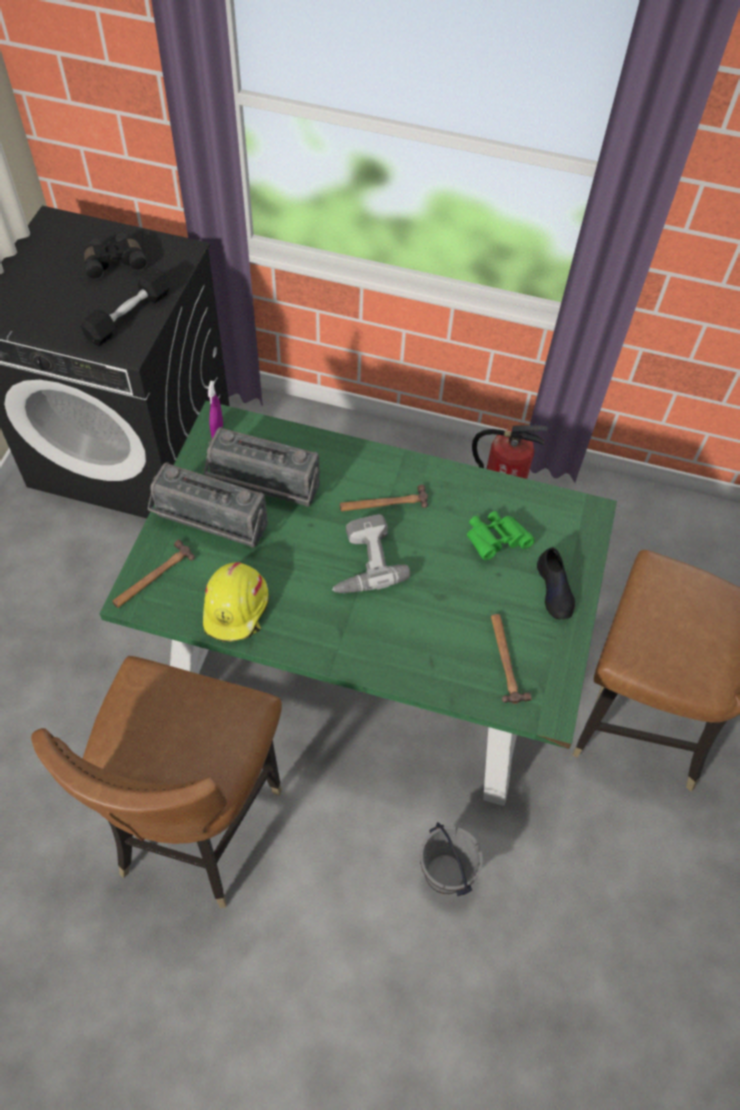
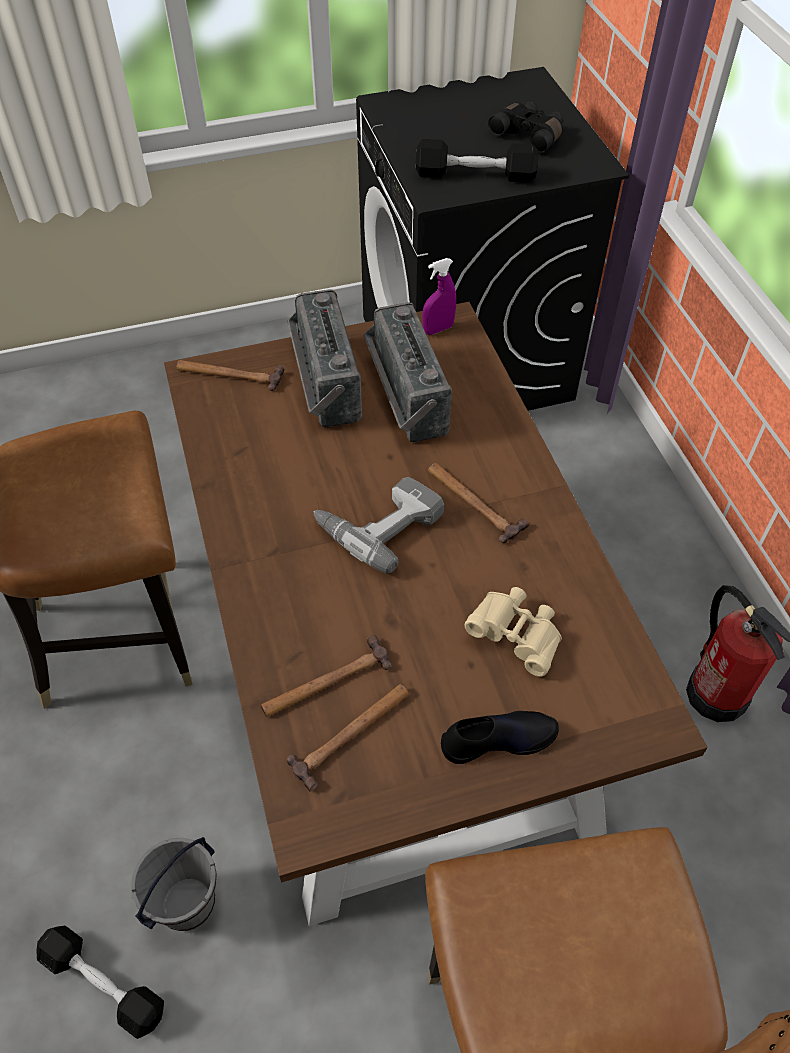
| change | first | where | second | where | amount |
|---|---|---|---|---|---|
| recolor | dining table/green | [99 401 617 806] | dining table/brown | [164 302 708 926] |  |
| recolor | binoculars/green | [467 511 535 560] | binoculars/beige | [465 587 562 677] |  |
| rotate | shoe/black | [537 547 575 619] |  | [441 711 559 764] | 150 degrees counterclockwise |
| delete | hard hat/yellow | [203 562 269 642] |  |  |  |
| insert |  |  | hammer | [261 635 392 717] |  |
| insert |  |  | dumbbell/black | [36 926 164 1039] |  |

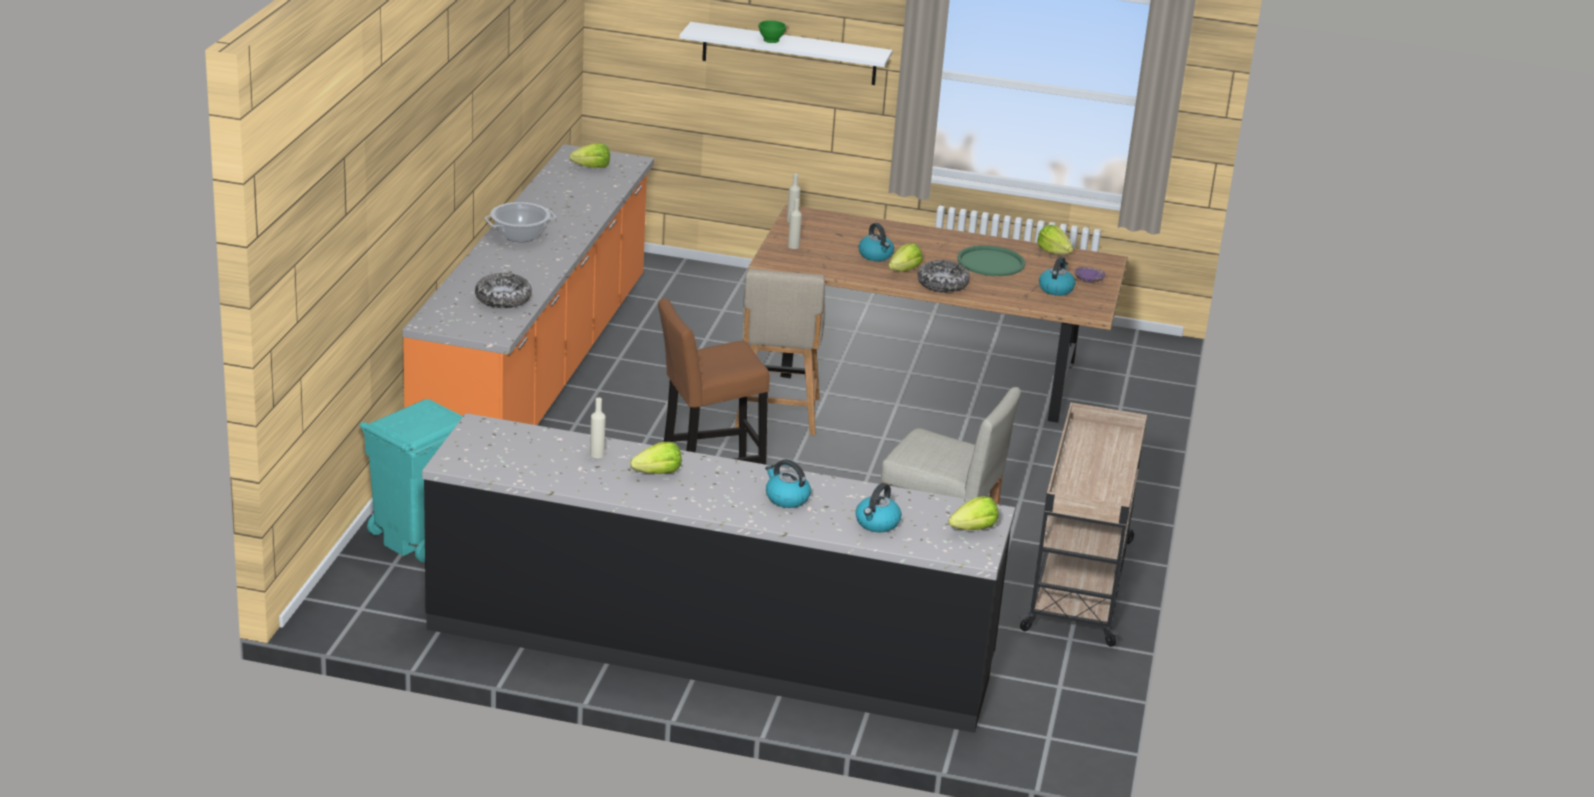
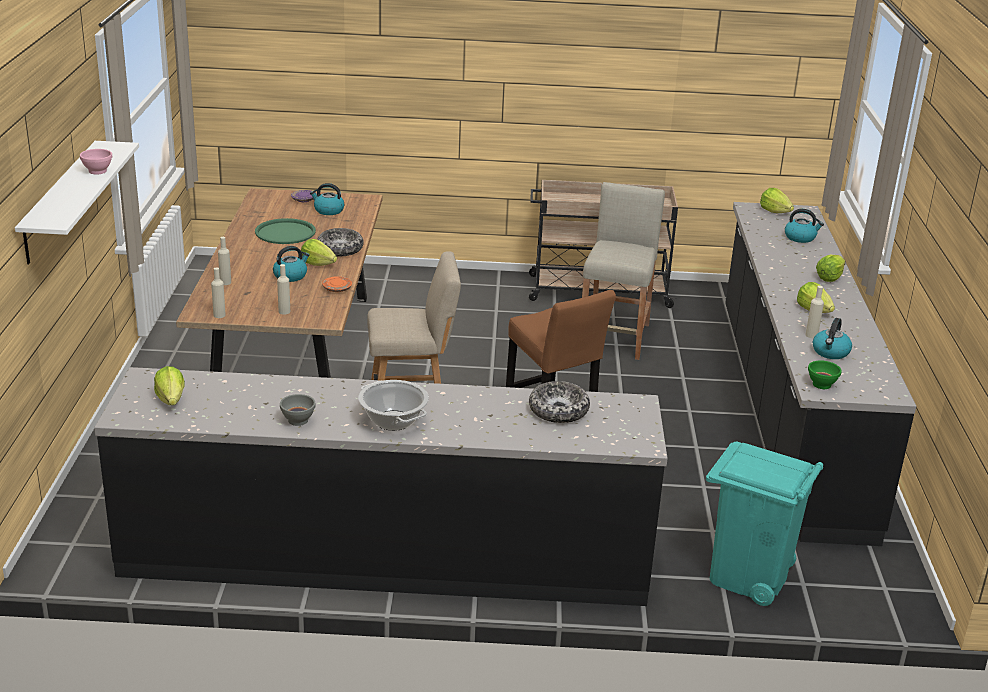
| change | first | where | second | where | amount |
|---|---|---|---|---|---|
| move | bowl/green | [758 20 786 43] |  | [808 360 842 389] |  |
| recolor | counter/orange | [403 144 654 425] | counter/black | [94 367 668 606] |  |
| move | lettuce | [1037 225 1073 254] |  | [816 255 845 282] |  |
| move | kettle | [765 459 811 508] |  | [813 318 852 359] |  |
| insert |  |  | bowl/pink | [80 149 112 174] |  |
| insert |  |  | bottle/beige | [218 237 231 285] |  |
| insert |  |  | plate/orange | [322 276 352 292] |  |
| insert |  |  | bowl/grey | [280 394 316 426] |  |

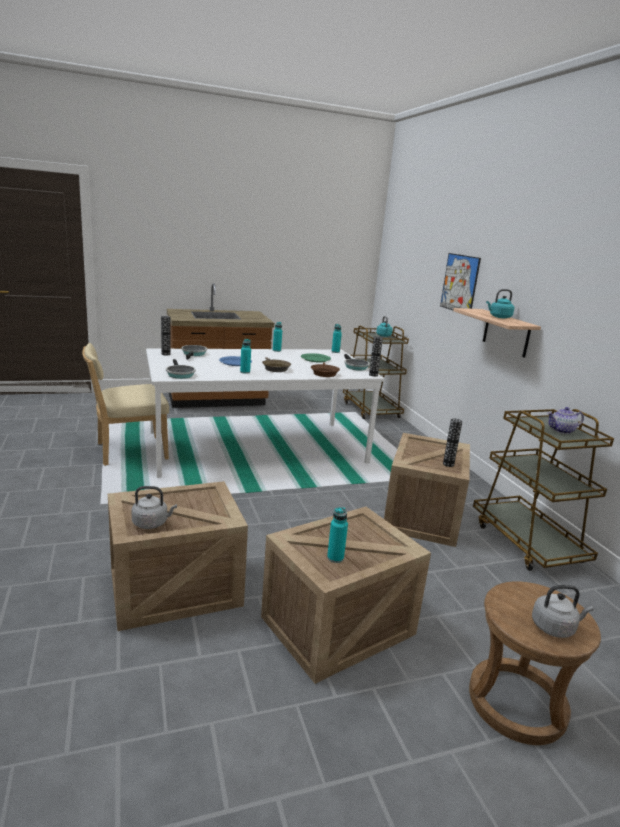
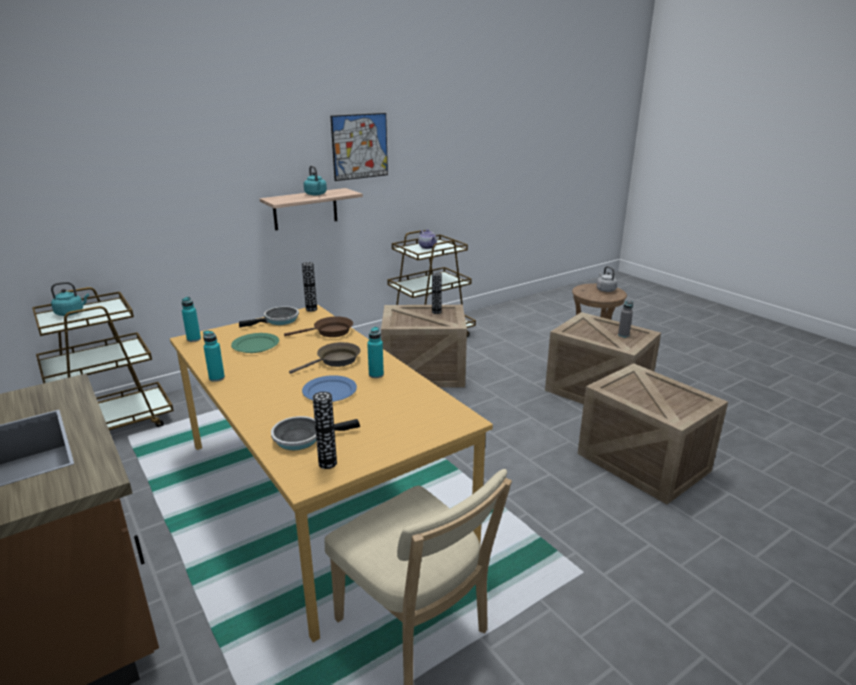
| change | first | where | second | where | amount |
|---|---|---|---|---|---|
| move | picture | [440 253 481 310] |  | [331 113 388 181] |  |
| recolor | dining table/white | [146 348 385 478] | dining table/orange | [170 305 493 642] |  |
| delete | frying pan | [166 359 196 379] |  |  |  |
| delete | kettle/grey | [132 486 177 529] |  |  |  |
| recolor | bottle/turquoise | [327 507 348 563] | bottle/grey | [618 301 633 337] |  |

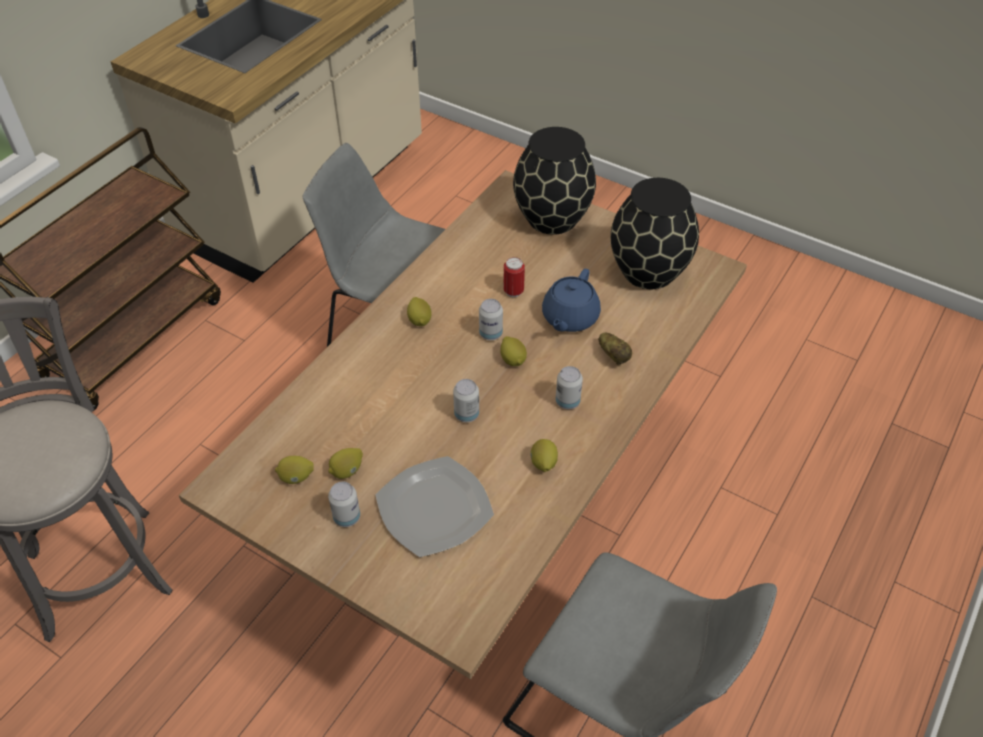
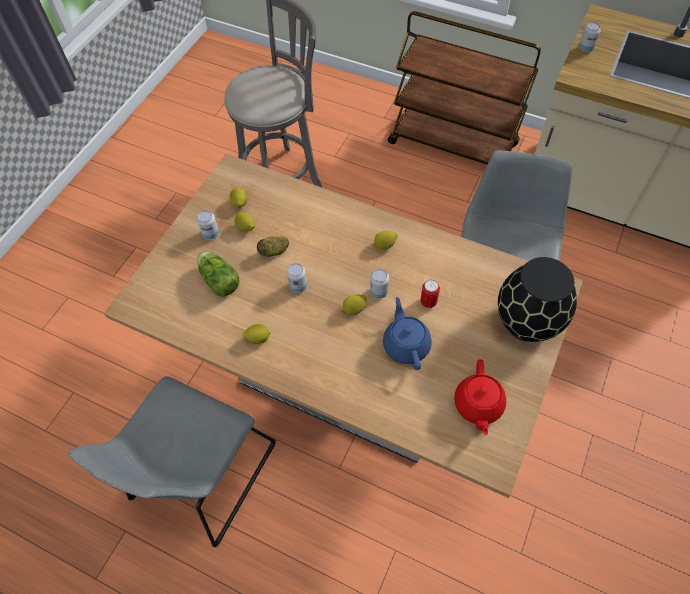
| change | first | where | second | where | amount |
|---|---|---|---|---|---|
| replace | vase/black | [611 178 699 289] | teapot/red | [454 359 506 435] |  |
| rotate | teapot/blue | [542 269 601 332] |  | [383 297 432 370] | 60 degrees clockwise |
| move | potato | [598 332 632 365] |  | [257 236 289 257] |  |
| move | can | [556 366 583 409] |  | [579 22 601 52] |  |
| replace | plate | [375 456 494 557] | lettuce | [197 252 240 297] |  |

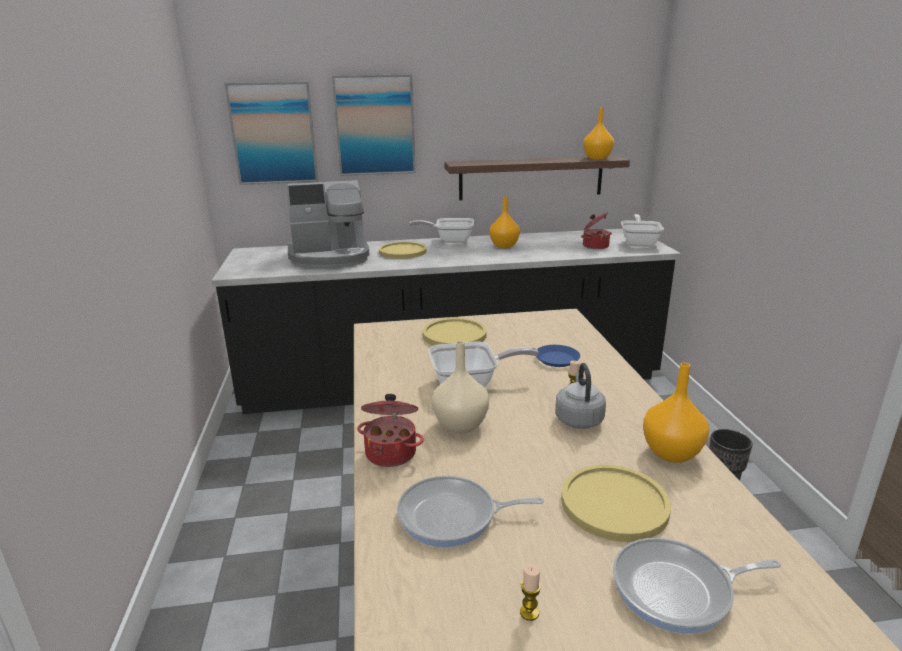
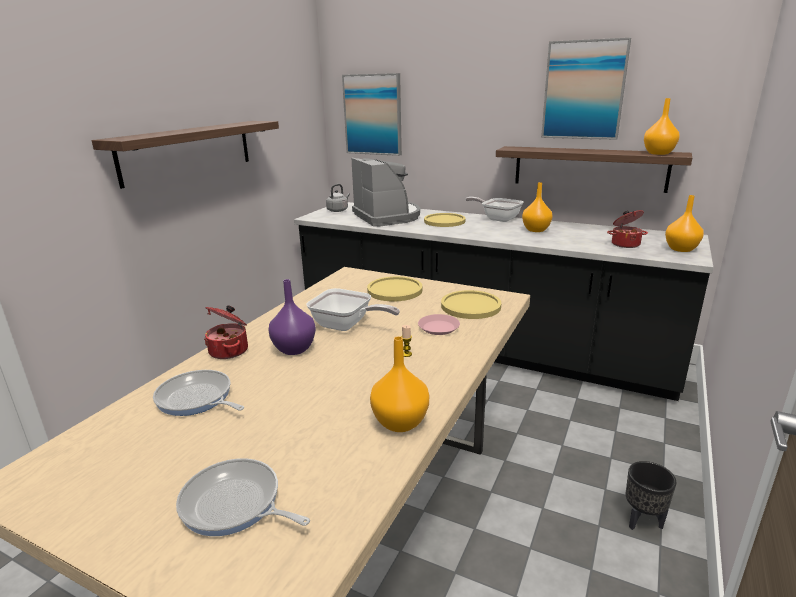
| change | first | where | second | where | amount |
|---|---|---|---|---|---|
| move | picture | [332 74 416 176] |  | [541 38 631 140] |  |
| rotate | coffee machine | [287 180 369 268] |  | [352 158 420 227] | 135 degrees counterclockwise |
| replace | frying pan | [621 214 664 247] | vase/orange | [665 195 704 252] |  |
| recolor | vase/beige | [432 341 489 433] | vase/purple | [269 279 316 355] |  |
| recolor | plate/blue | [536 345 580 367] | plate/pink | [418 314 460 335] |  |
| move | kettle/grey | [555 363 606 429] |  | [326 184 350 212] |  |
| move | plate/yellow | [561 465 671 542] |  | [441 290 501 319] |  |
| delete | candle | [520 564 541 621] |  |  |  |
| insert |  |  | shelf | [92 121 279 189] |  |

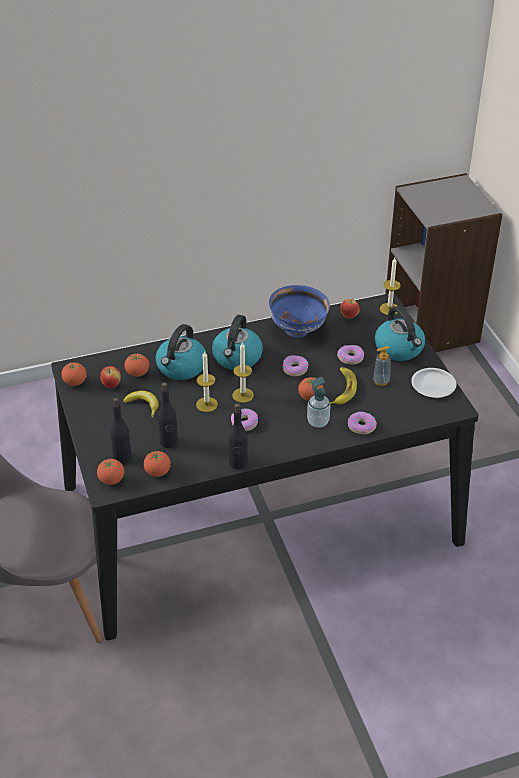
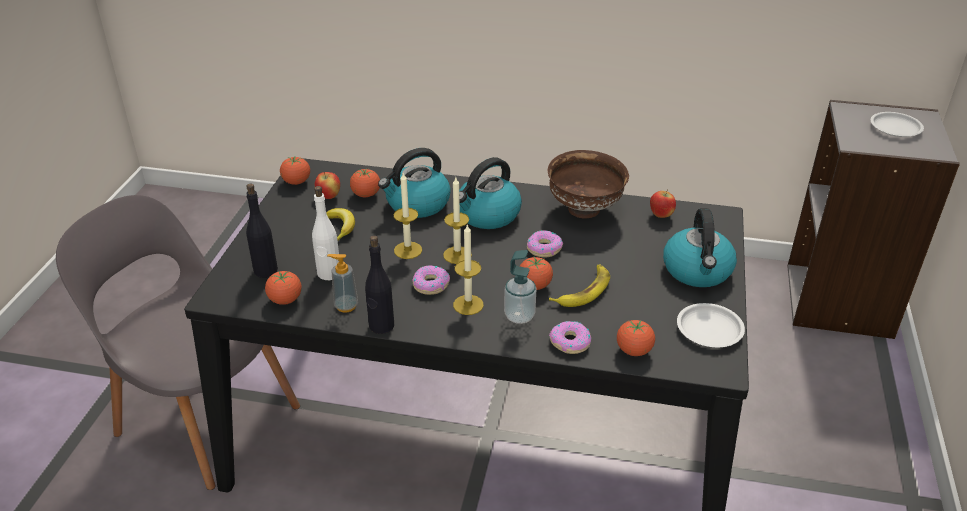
| change | first | where | second | where | amount |
|---|---|---|---|---|---|
| move | candle | [380 257 401 315] |  | [453 223 484 315] |  |
| recolor | bowl/blue | [269 285 330 338] | bowl/brown | [548 150 629 218] |  |
| delete | donut | [337 345 364 364] |  |  |  |
| move | soap dispenser | [373 346 391 386] |  | [327 254 358 313] |  |
| recolor | bottle/black | [158 382 178 448] | bottle/white | [312 186 339 280] |  |
| move | tomato | [97 459 124 485] |  | [617 320 655 356] |  |
| insert |  |  | plate/white | [871 112 924 137] |  |

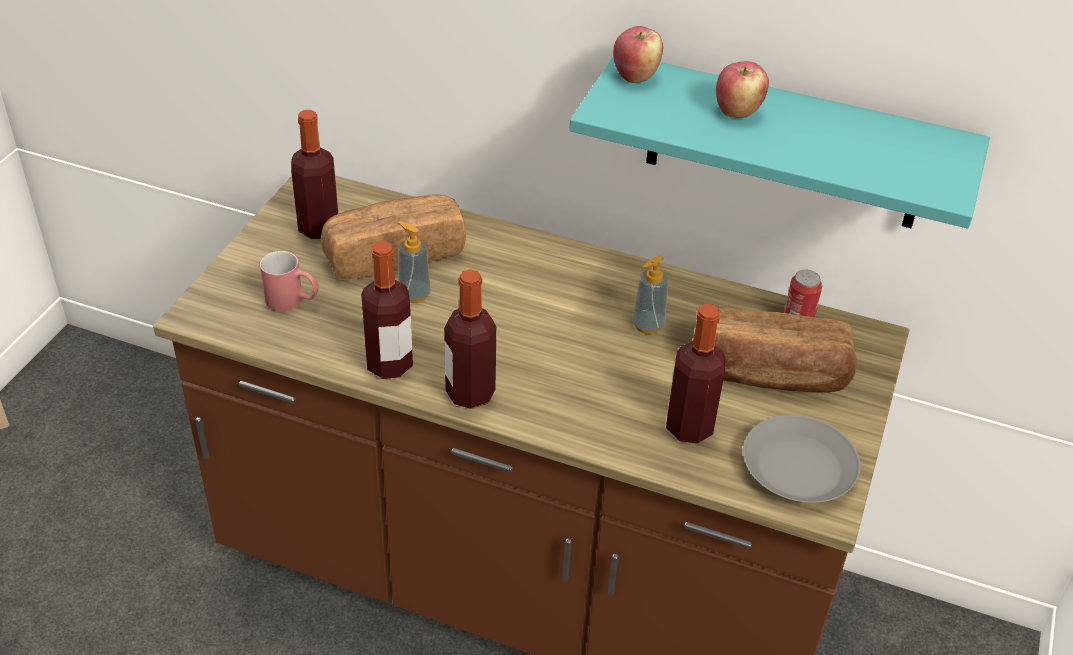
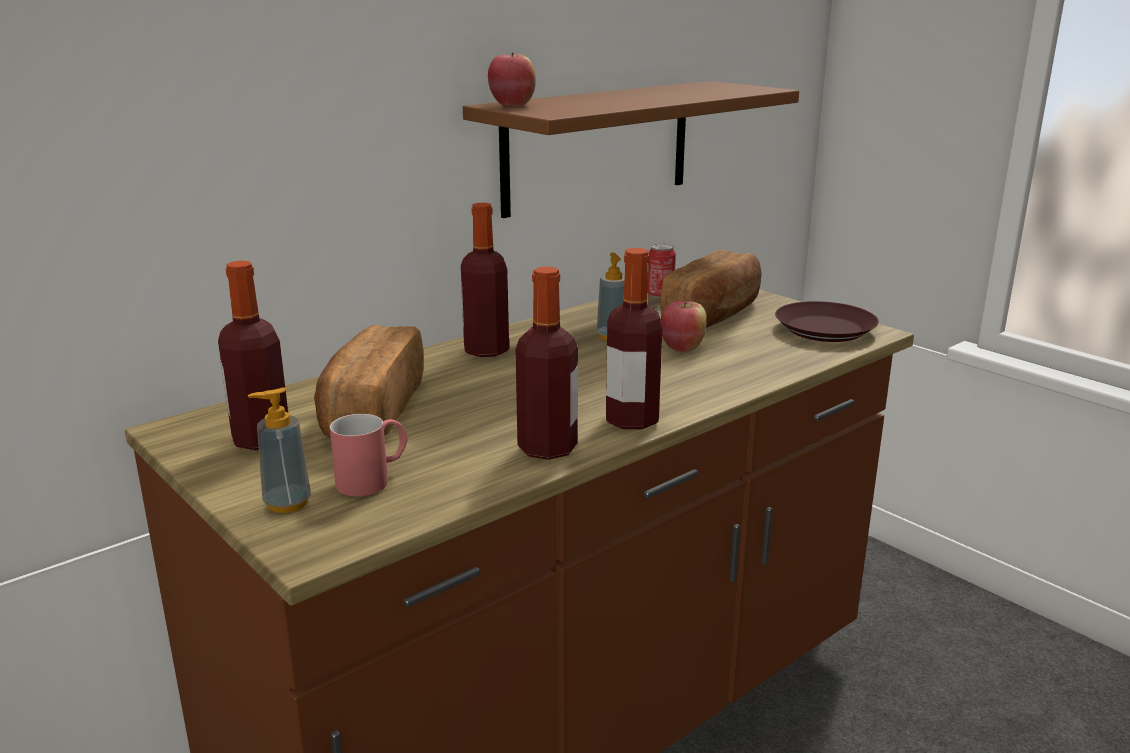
| change | first | where | second | where | amount |
|---|---|---|---|---|---|
| recolor | shelf/turquoise | [569 57 990 228] | shelf/brown | [463 81 799 218] |  |
| move | apple | [716 61 769 118] |  | [661 301 707 352] |  |
| move | soap dispenser | [398 221 431 303] |  | [248 387 311 513] |  |
| move | bottle | [666 304 726 443] |  | [461 203 509 357] |  |
| recolor | plate/grey | [743 415 861 503] | plate/brown | [775 301 879 342] |  |

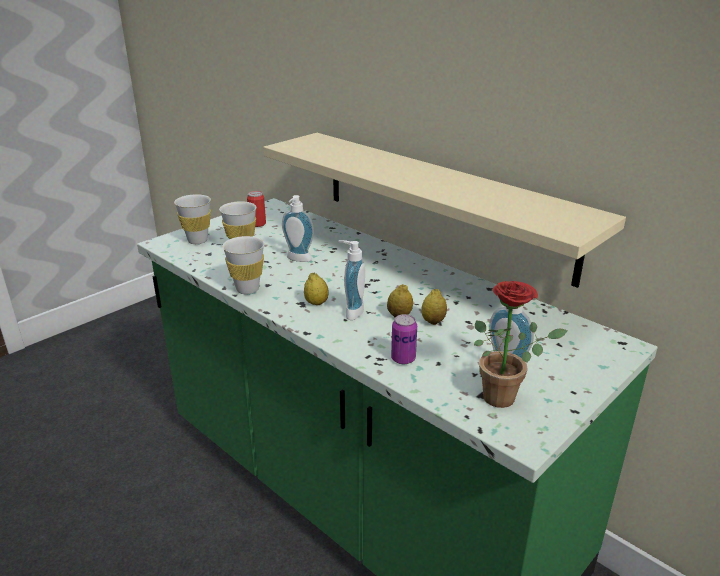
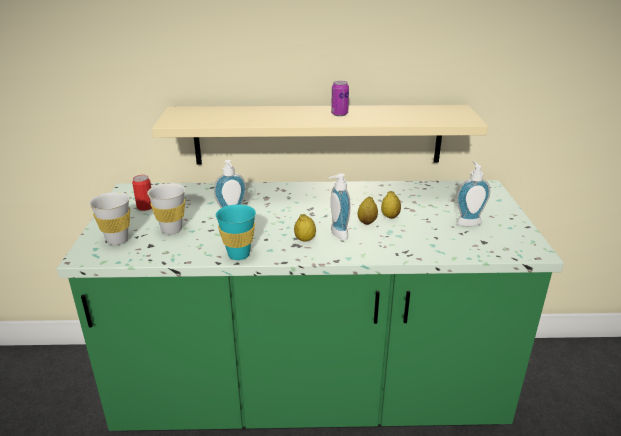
| change | first | where | second | where | amount |
|---|---|---|---|---|---|
| recolor | cup/white | [222 236 265 294] | cup/turquoise | [216 204 256 260] |  |
| delete | potted plant | [474 281 567 408] |  |  |  |
| move | can | [391 314 417 364] |  | [331 81 349 116] |  |

